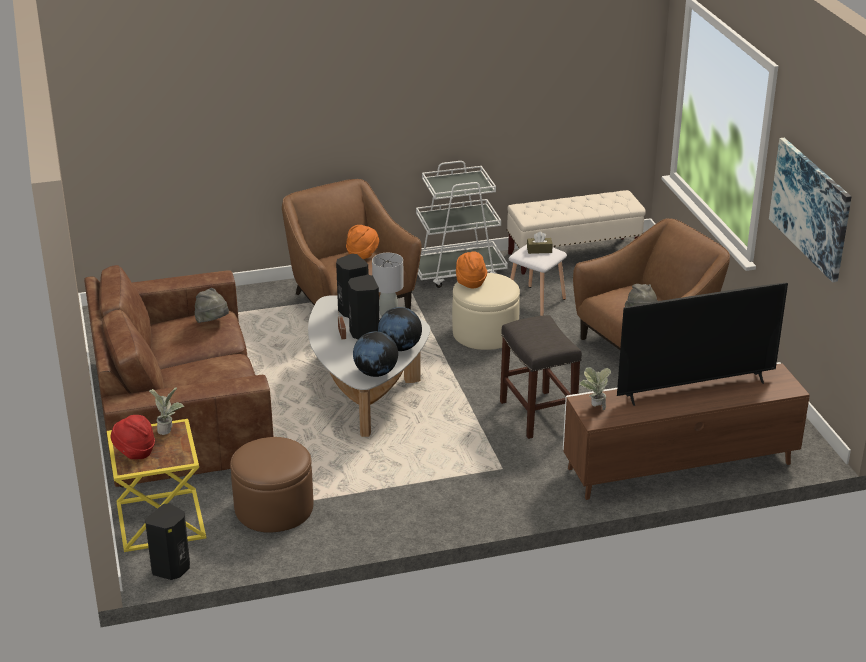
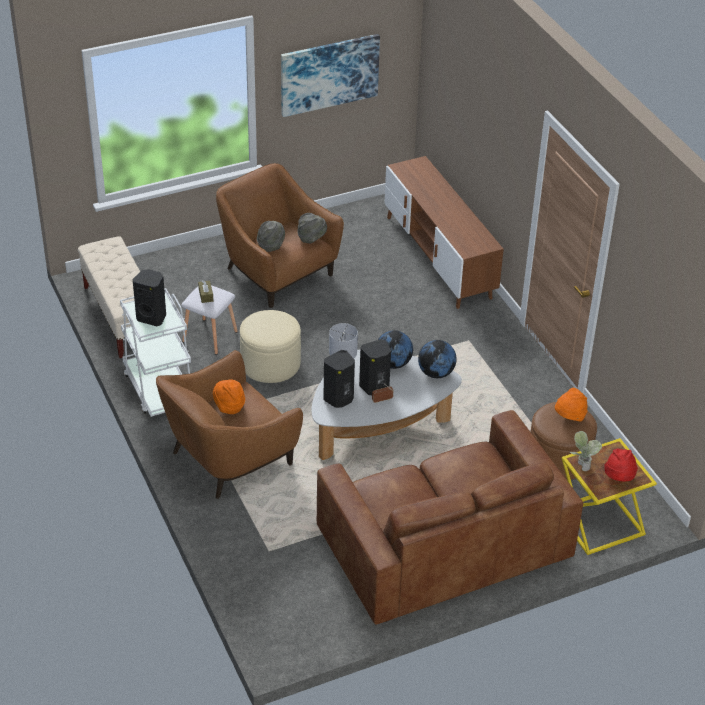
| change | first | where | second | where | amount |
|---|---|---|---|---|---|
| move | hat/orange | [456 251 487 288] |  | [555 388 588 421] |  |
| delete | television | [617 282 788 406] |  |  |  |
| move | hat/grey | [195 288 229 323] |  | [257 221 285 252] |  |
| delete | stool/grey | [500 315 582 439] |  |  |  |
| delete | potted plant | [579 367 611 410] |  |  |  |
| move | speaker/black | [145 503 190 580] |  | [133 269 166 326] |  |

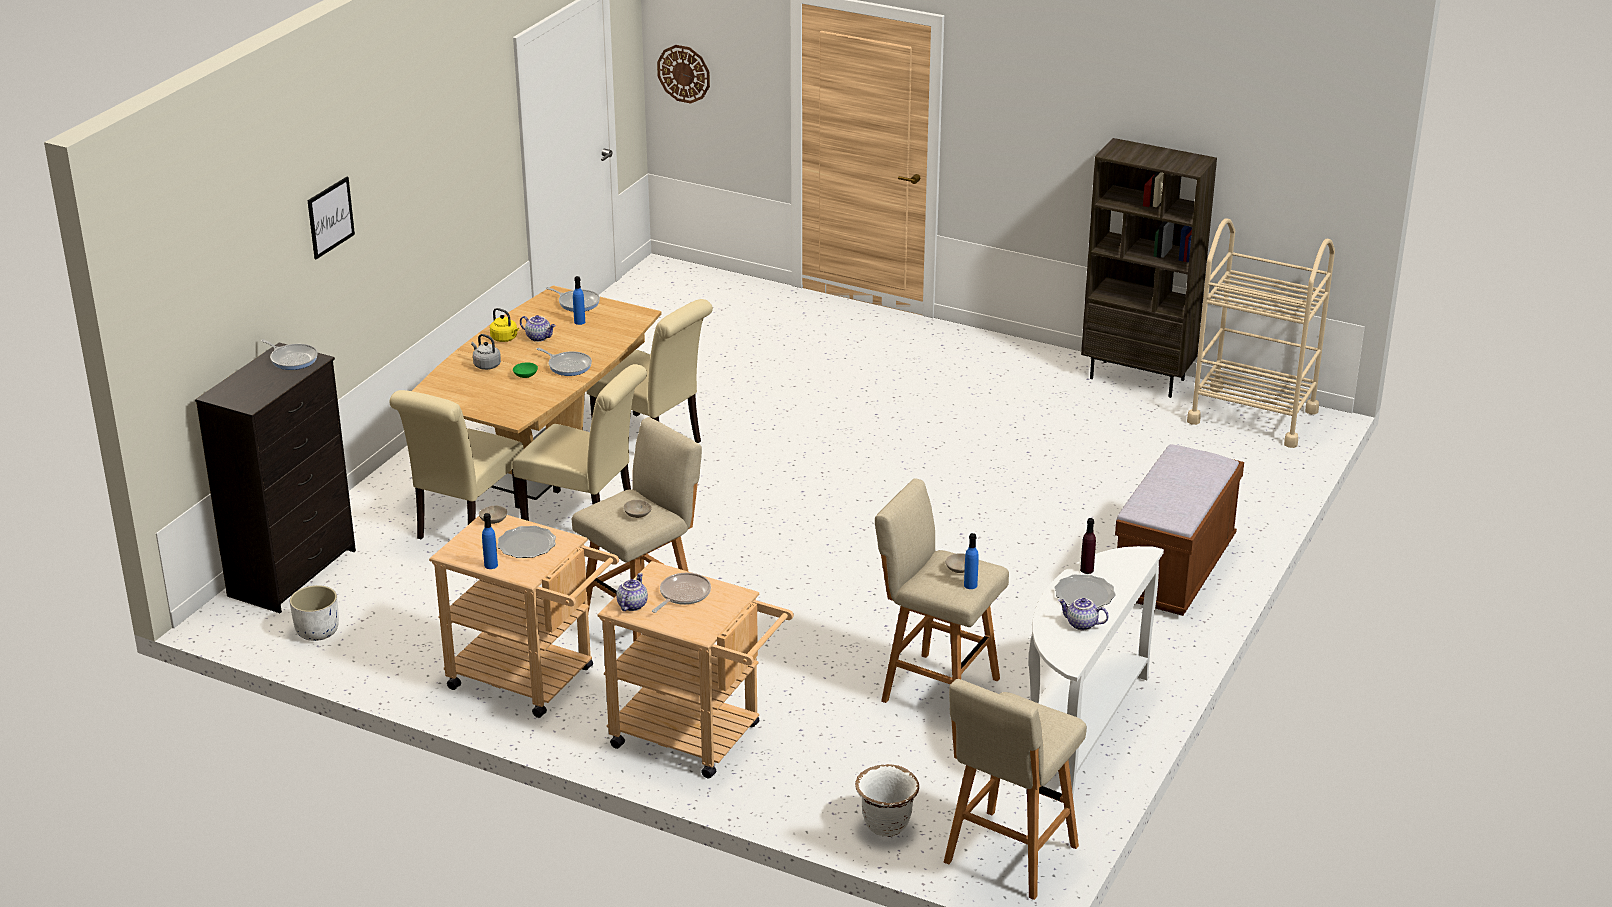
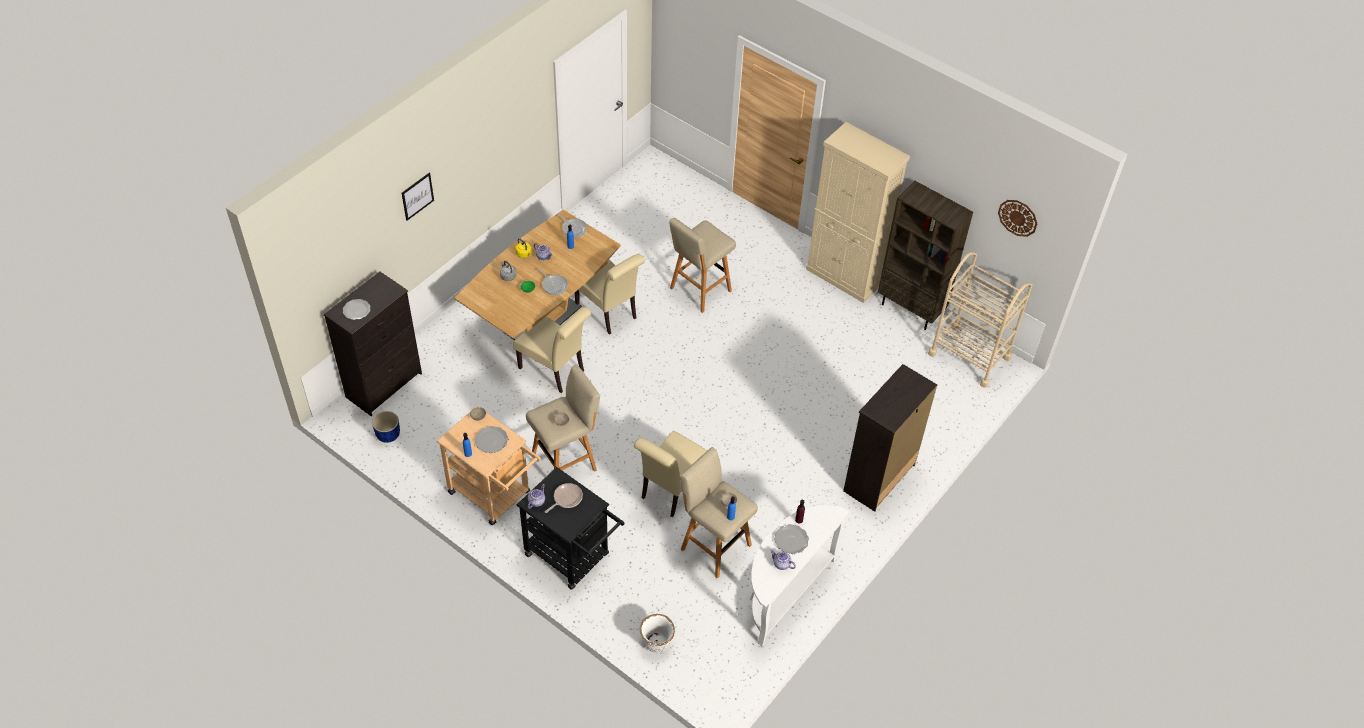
| change | first | where | second | where | amount |
|---|---|---|---|---|---|
| move | wall clock | [657 45 710 104] |  | [998 200 1037 237] |  |
| delete | frying pan | [261 339 318 370] |  |  |  |
| move | chair/beige | [389 390 524 539] |  | [634 431 707 518] |  |
| replace | bench/brown | [1115 444 1244 616] | dresser/black | [843 364 937 512] |  |
| recolor | cart/beige | [598 561 794 778] | cart/black | [517 467 625 590] |  |
| recolor | planter/white | [290 585 339 641] | planter/blue | [372 411 400 443] |  |
| move | stool/beige | [944 679 1087 900] |  | [669 218 736 313] |  |
| insert |  |  | cabinet/beige | [806 122 910 303] |  |
| insert |  |  | plate | [343 299 370 320] |  |

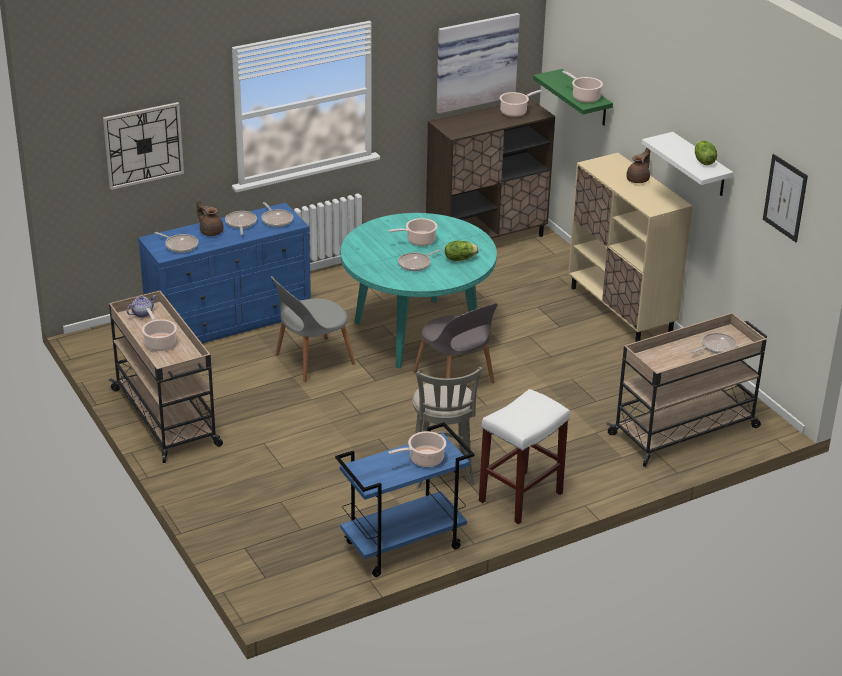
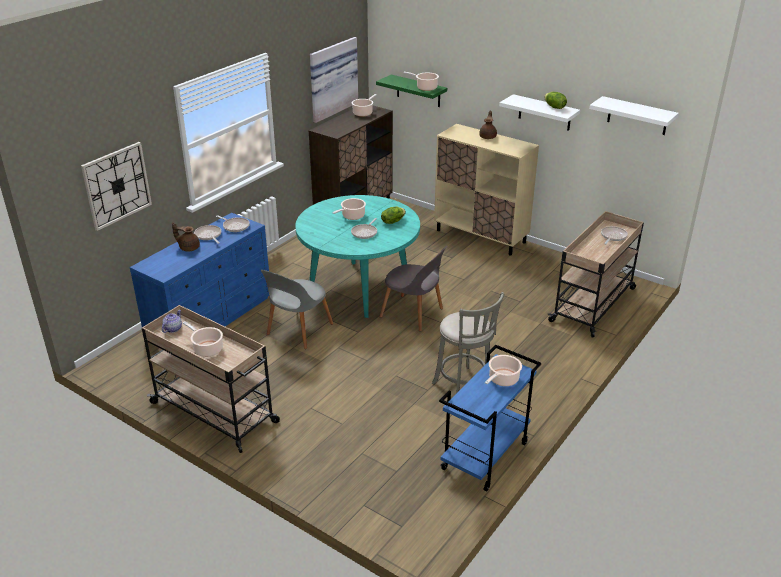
| change | first | where | second | where | amount |
|---|---|---|---|---|---|
| replace | picture | [763 154 808 242] | shelf/white | [589 96 679 135] |  |
| delete | frying pan | [155 232 198 253] |  |  |  |
| delete | stool/white | [479 389 570 524] |  |  |  |

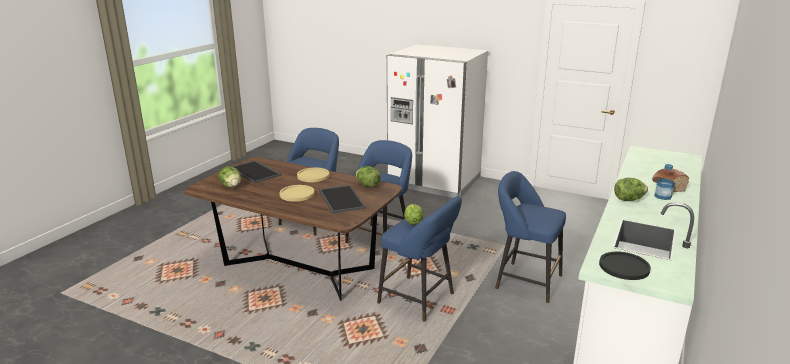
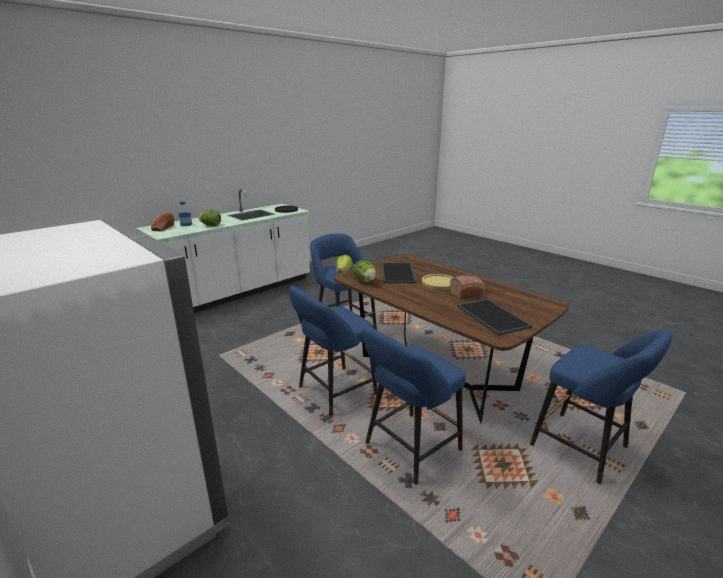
| change | first | where | second | where | amount |
|---|---|---|---|---|---|
| delete | lettuce | [219 166 241 188] |  |  |  |
| delete | plate/yellow | [297 168 330 182] |  |  |  |
| move | stool/blue | [495 171 566 303] |  | [530 330 673 484] |  |
| insert |  |  | bread | [450 275 485 299] |  |

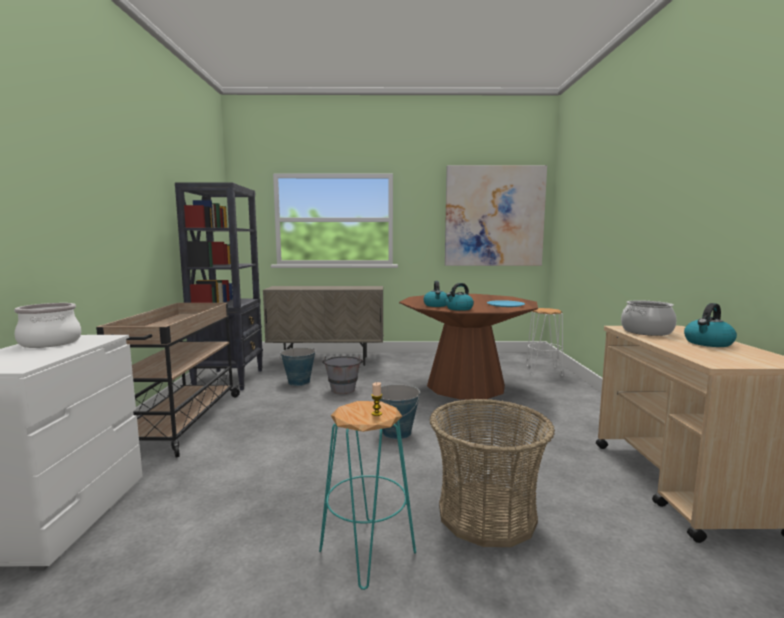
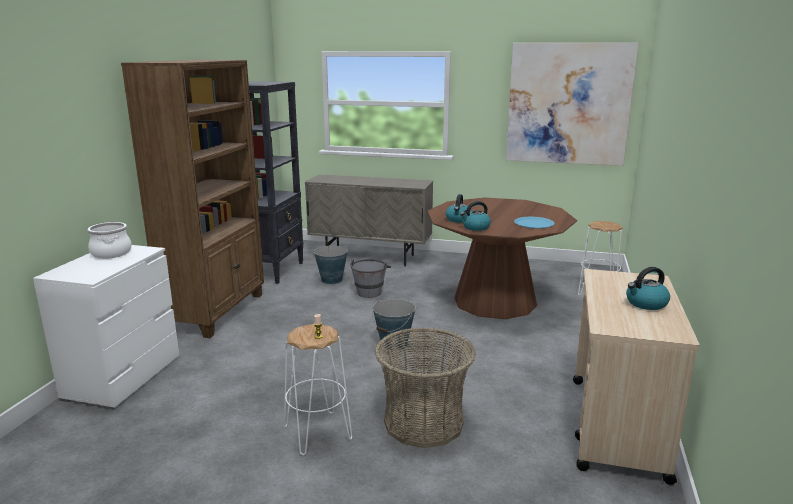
| change | first | where | second | where | amount |
|---|---|---|---|---|---|
| delete | cooking pot | [621 300 677 336] |  |  |  |
| replace | cart/beige | [96 303 241 457] | bookcase/brown | [121 60 264 338] |  |
| recolor | stool/turquoise | [319 401 416 590] | stool/white | [284 324 352 455] |  |

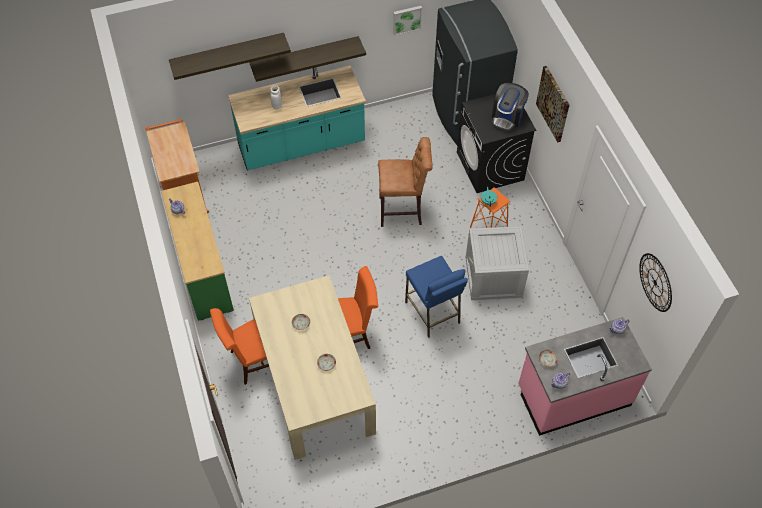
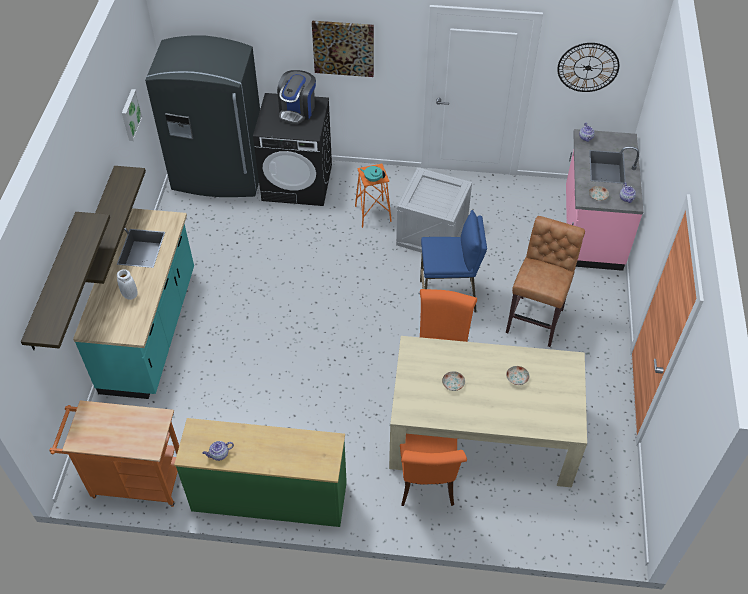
| change | first | where | second | where | amount |
|---|---|---|---|---|---|
| rotate | coffee machine | [492 83 529 131] |  | [277 70 316 124] | 60 degrees clockwise |
| move | stool/brown | [378 137 433 227] |  | [506 216 585 347] |  |

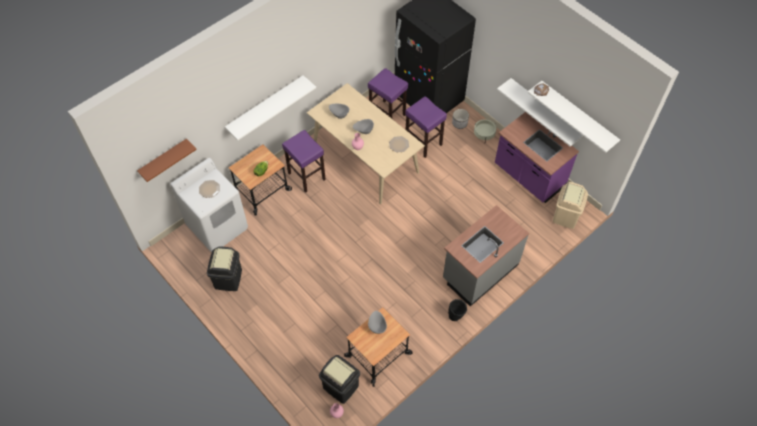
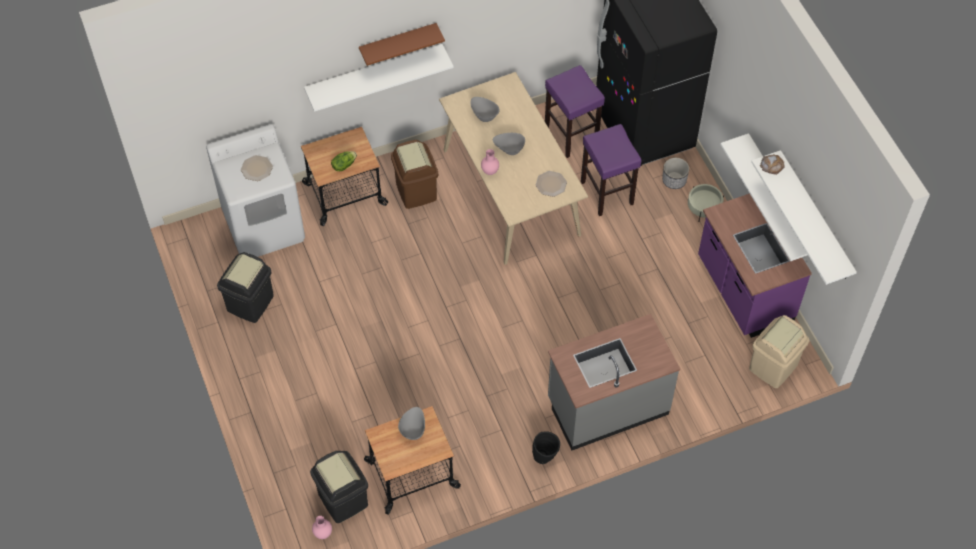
| change | first | where | second | where | amount |
|---|---|---|---|---|---|
| replace | stool/purple | [282 130 326 193] | trash can/brown | [391 140 438 209] |  |
| move | shelf/brown | [137 138 197 182] |  | [359 23 445 66] |  |

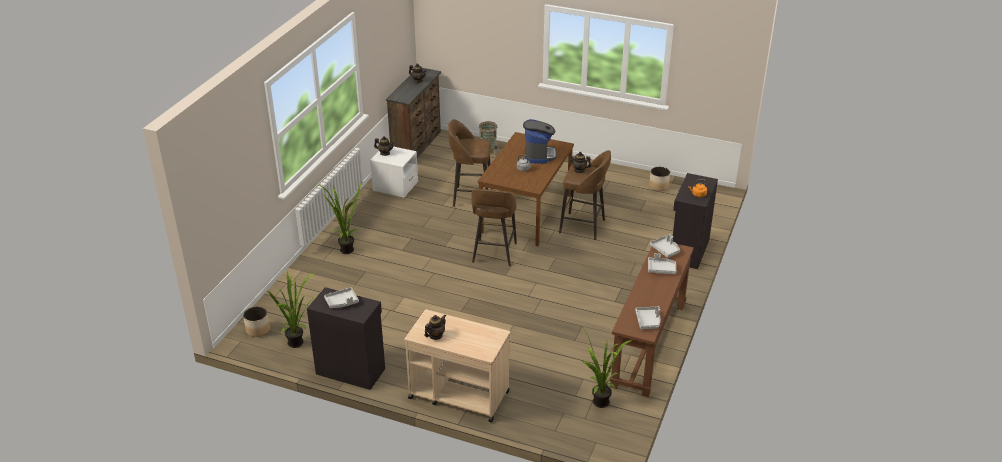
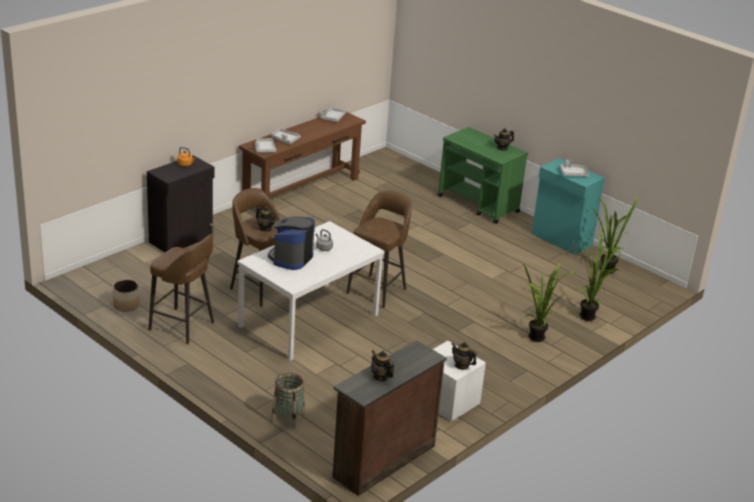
| change | first | where | second | where | amount |
|---|---|---|---|---|---|
| move | stool/brown | [448 119 492 207] |  | [148 234 214 345] |  |
| recolor | dining table/brown | [478 132 574 246] | dining table/white | [237 221 385 361] |  |
| recolor | cabinet/black | [307 287 385 390] | cabinet/turquoise | [531 158 605 255] |  |
| delete | planter | [243 306 270 337] |  |  |  |
| recolor | cart/beige | [404 309 510 422] | cart/green | [437 127 528 224] |  |
| move | potted plant | [582 329 632 408] |  | [574 228 621 321] |  |

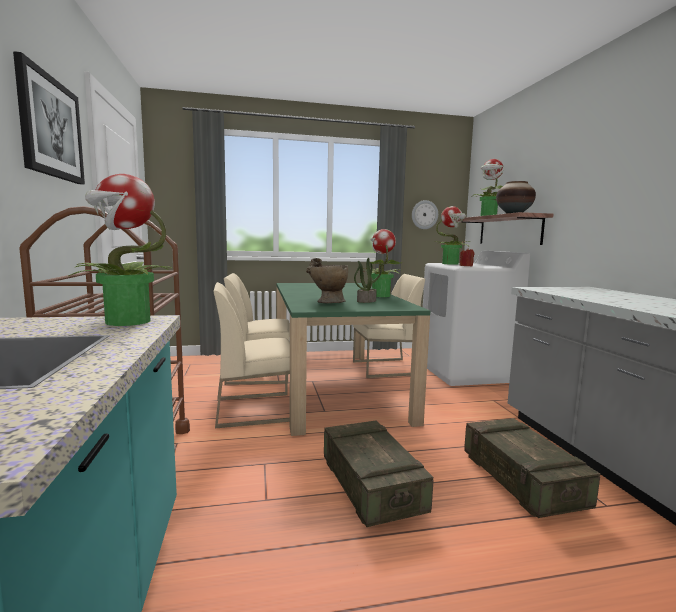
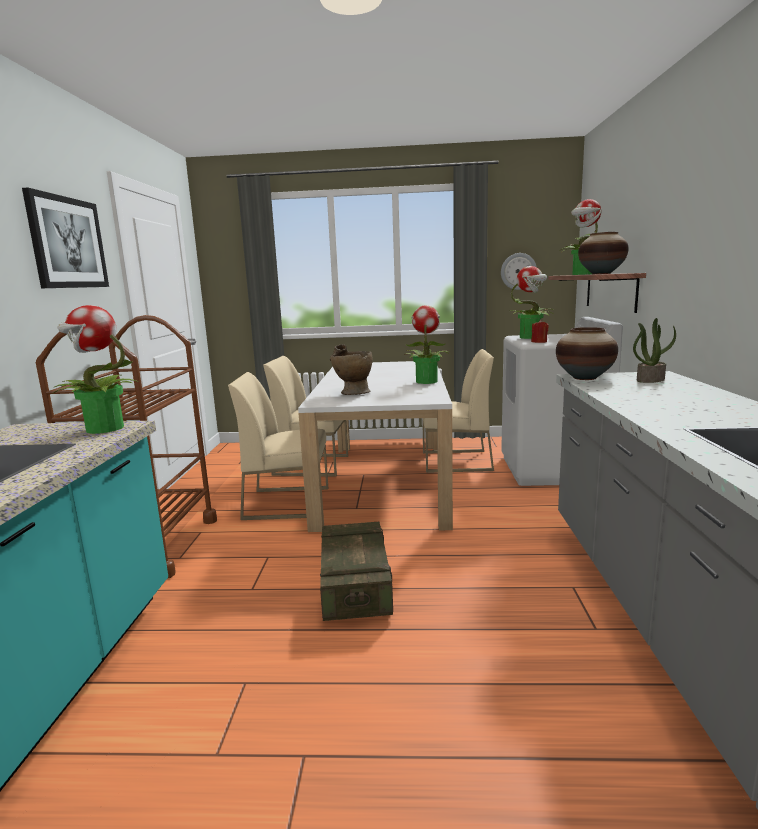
| change | first | where | second | where | amount |
|---|---|---|---|---|---|
| move | potted plant | [354 258 382 303] |  | [633 318 676 383] |  |
| recolor | dining table/green | [277 283 430 436] | dining table/white | [298 361 453 532] |  |
| delete | crate | [464 418 600 518] |  |  |  |
| insert |  |  | vase | [556 327 618 380] |  |

